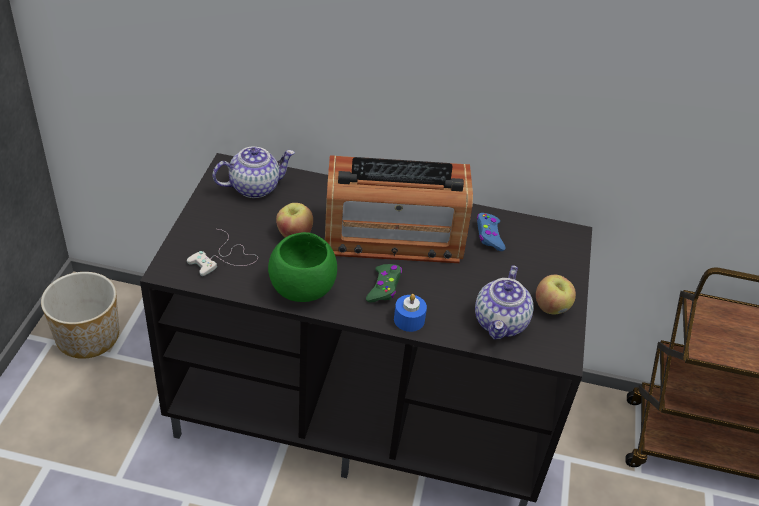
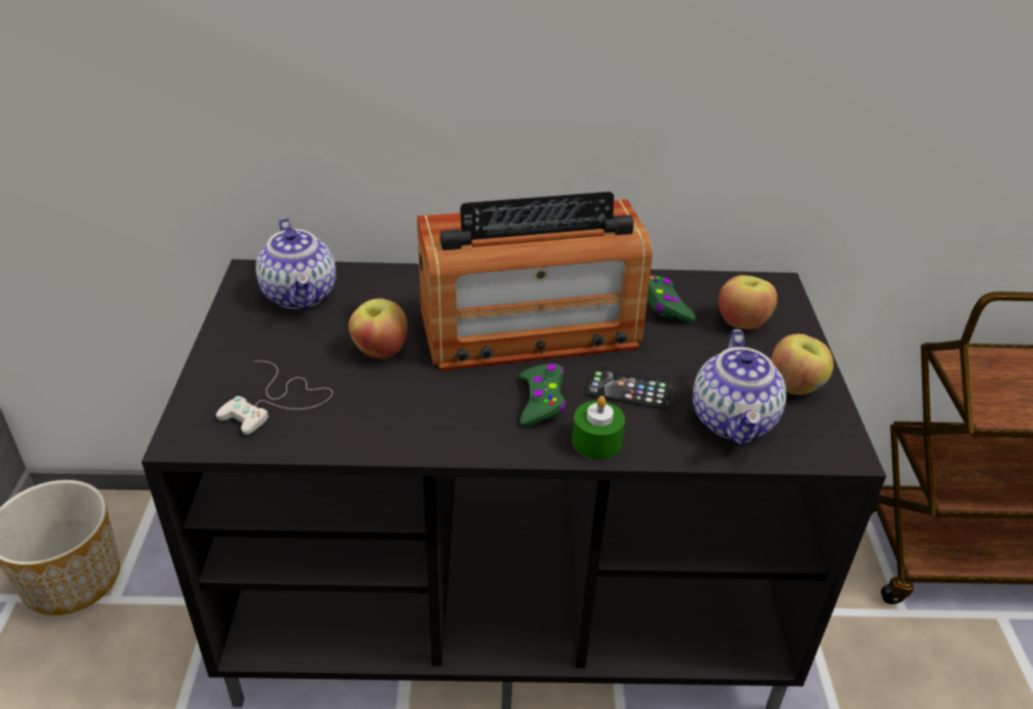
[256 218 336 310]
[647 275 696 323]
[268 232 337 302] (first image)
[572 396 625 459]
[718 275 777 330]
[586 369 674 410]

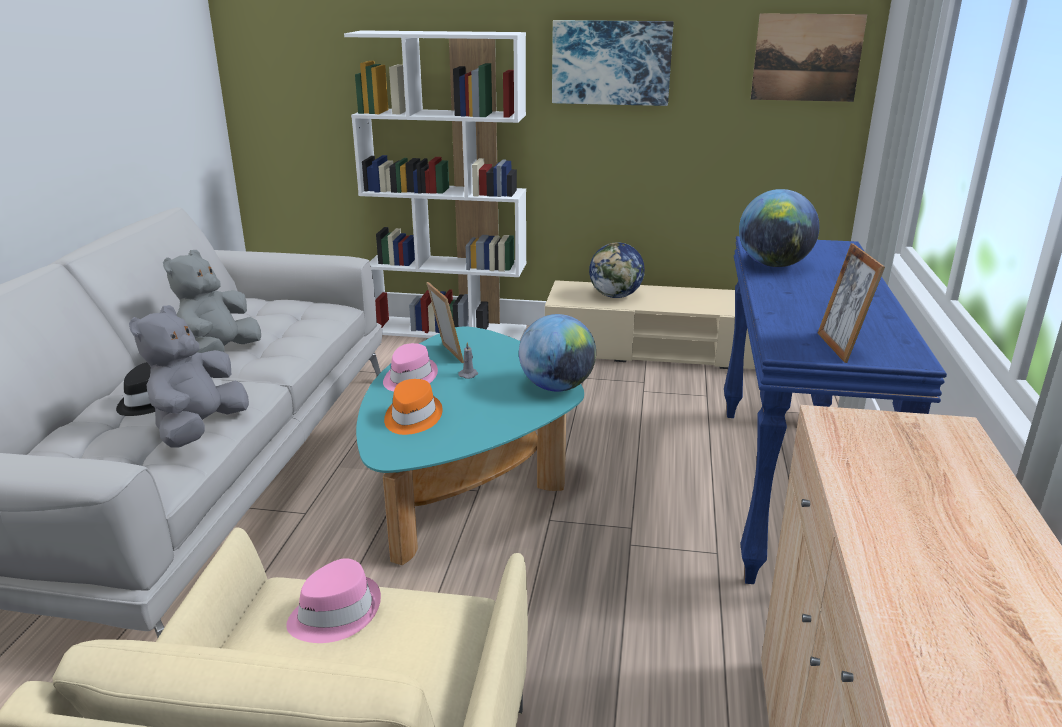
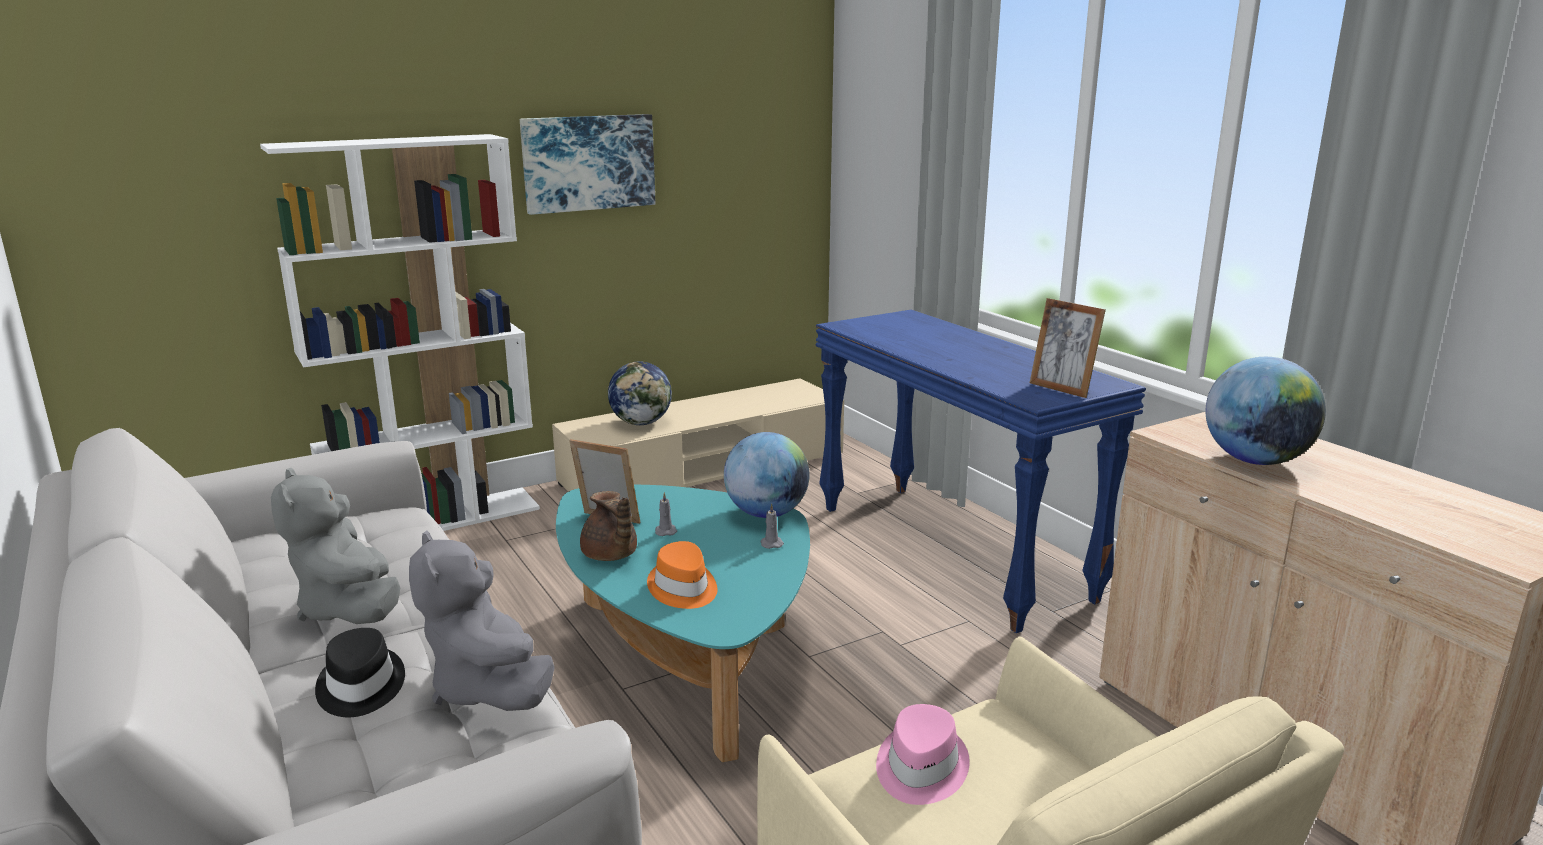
[751 13 867 102] (first image)
[1206 357 1326 465]
[580 491 637 561]
[761 503 784 549]

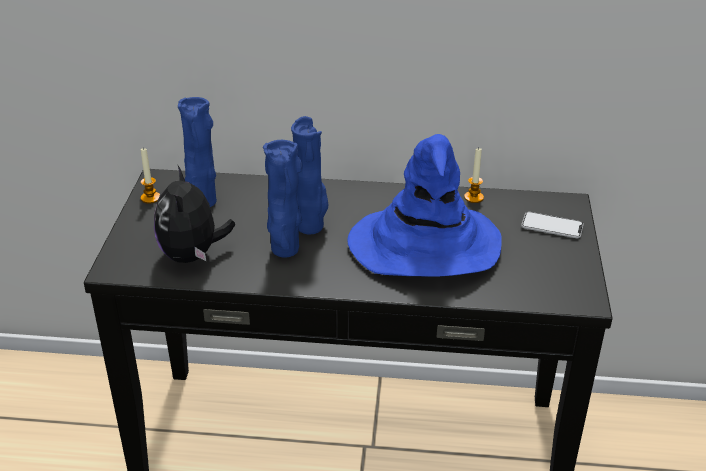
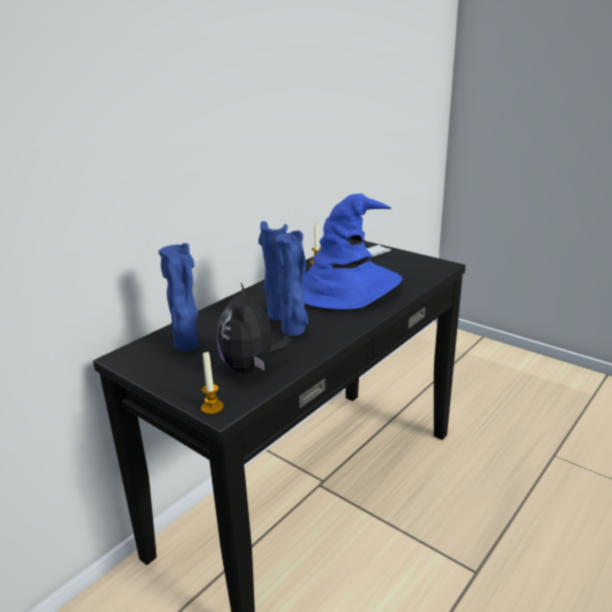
[201 351 223 414]
[217 283 292 373]

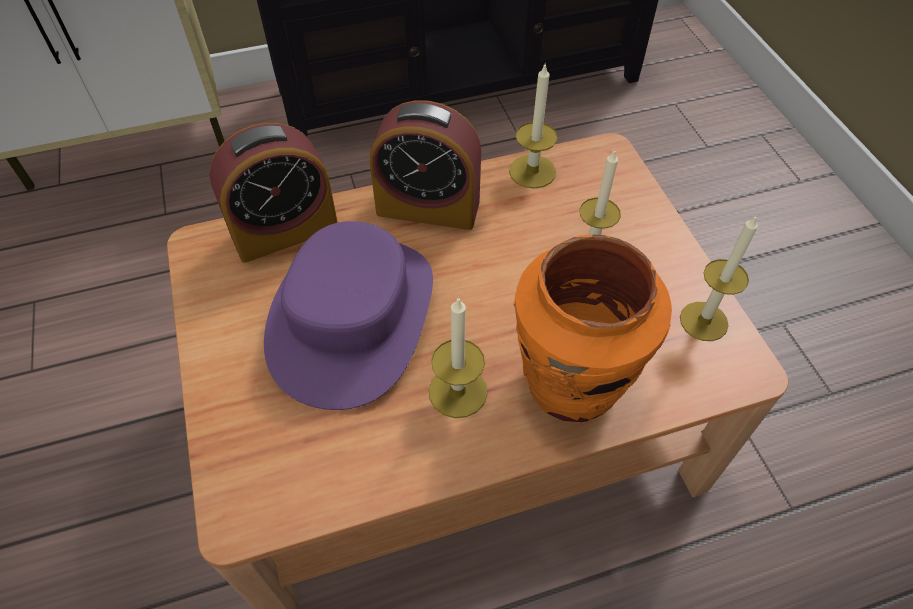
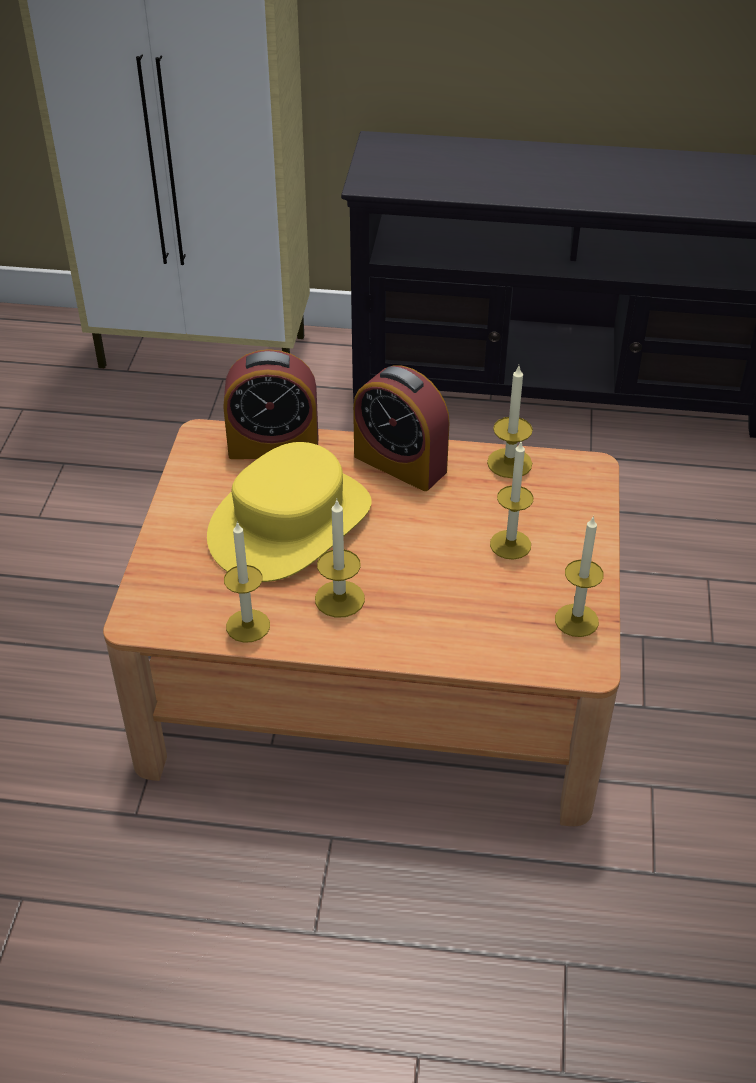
[207 442 372 582]
[513 235 672 422] (first image)
[224 521 270 643]

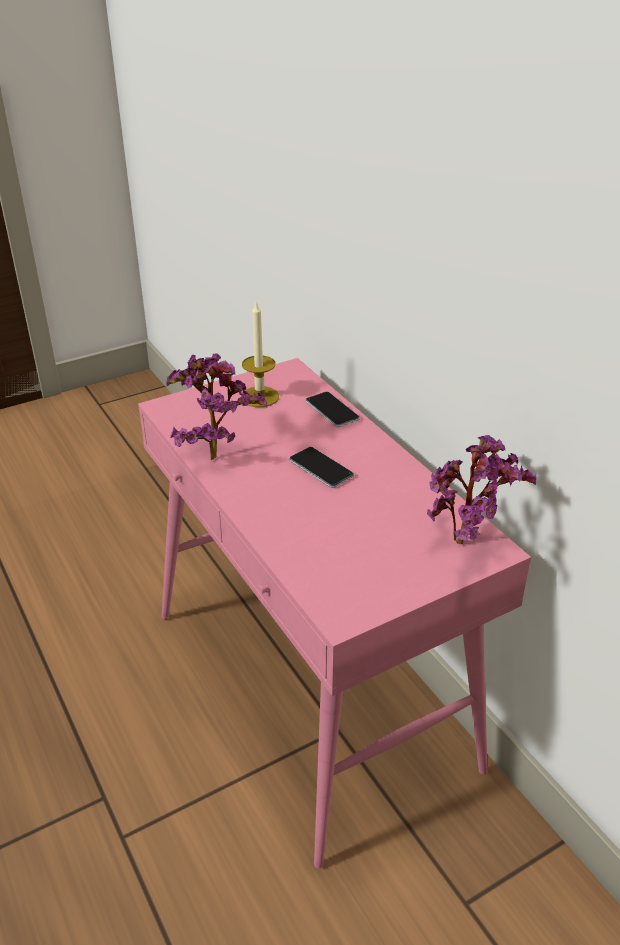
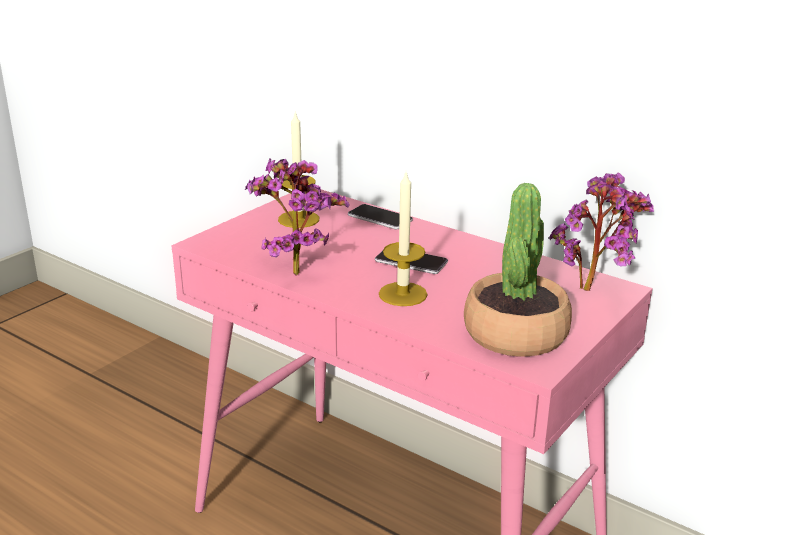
[379 173 428 306]
[464 183 572 357]

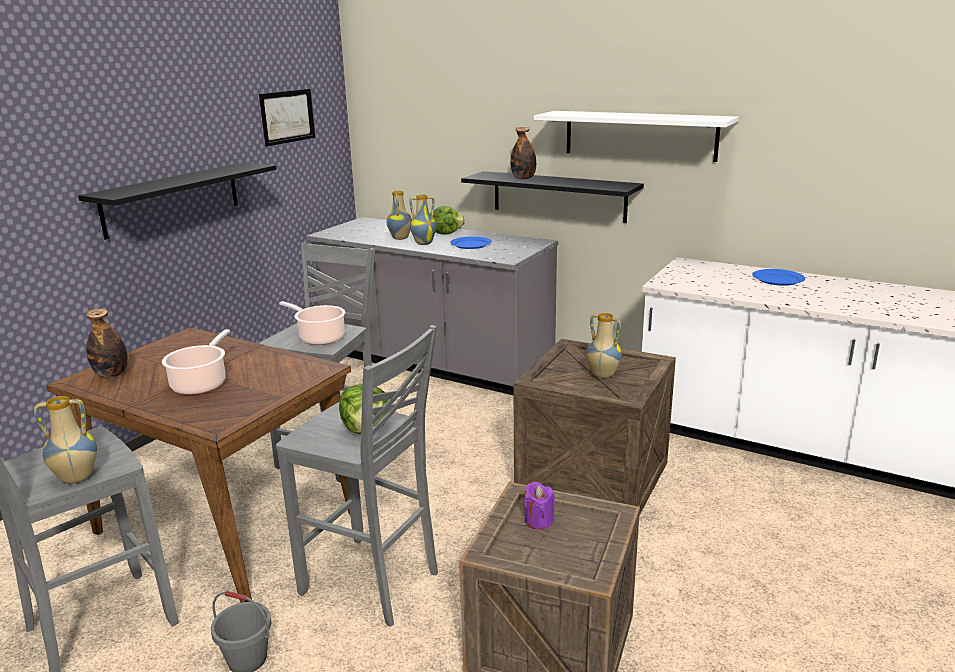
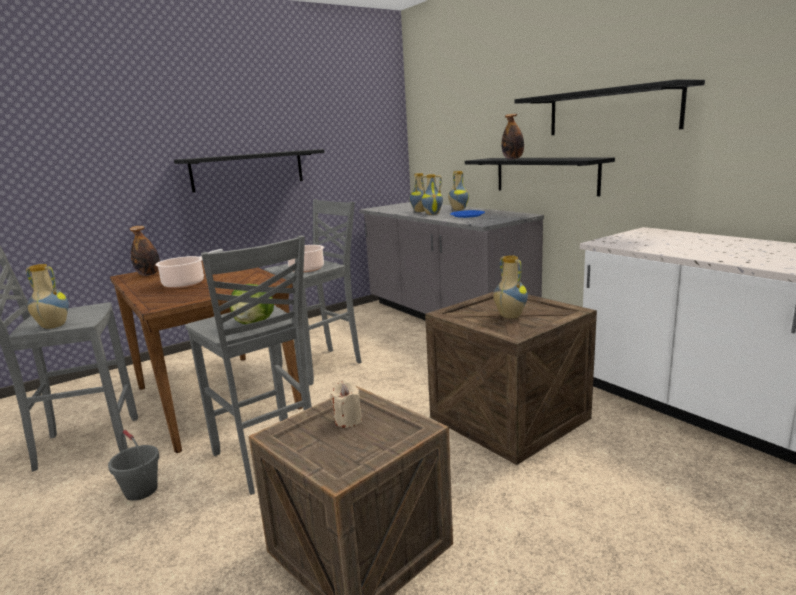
[259 89 315 147] (first image)
[514 79 705 135]
[448 171 469 210]
[752 269 805 286] (first image)
[330 381 362 428]

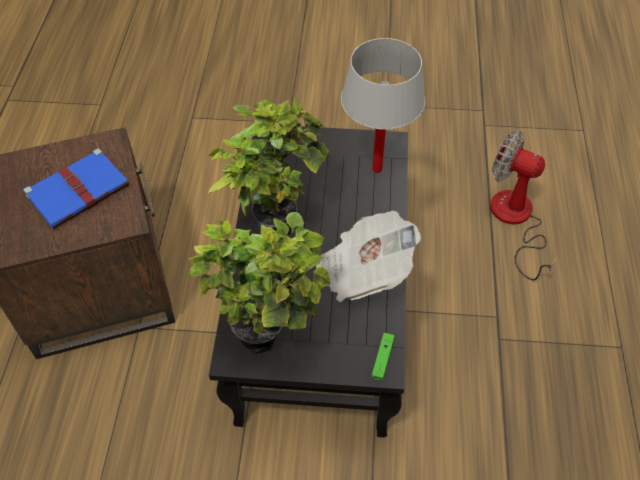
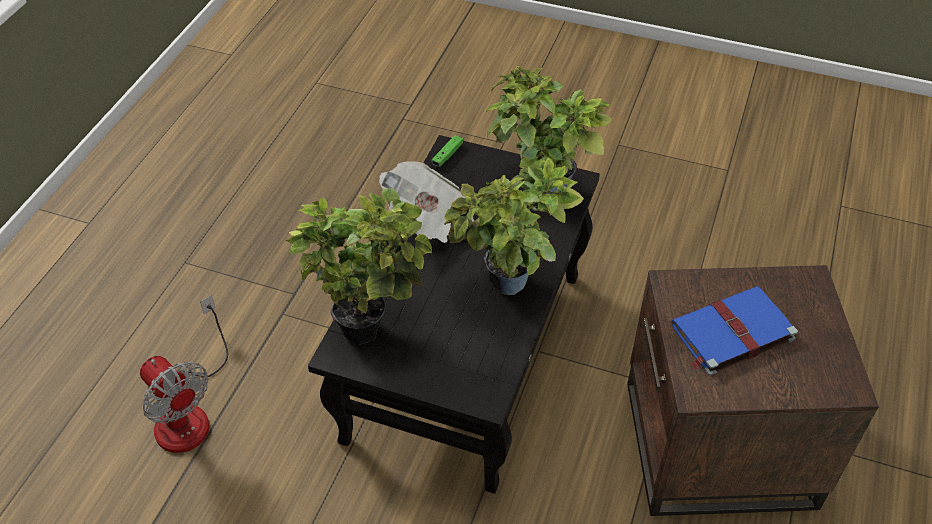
[286 188 432 345]

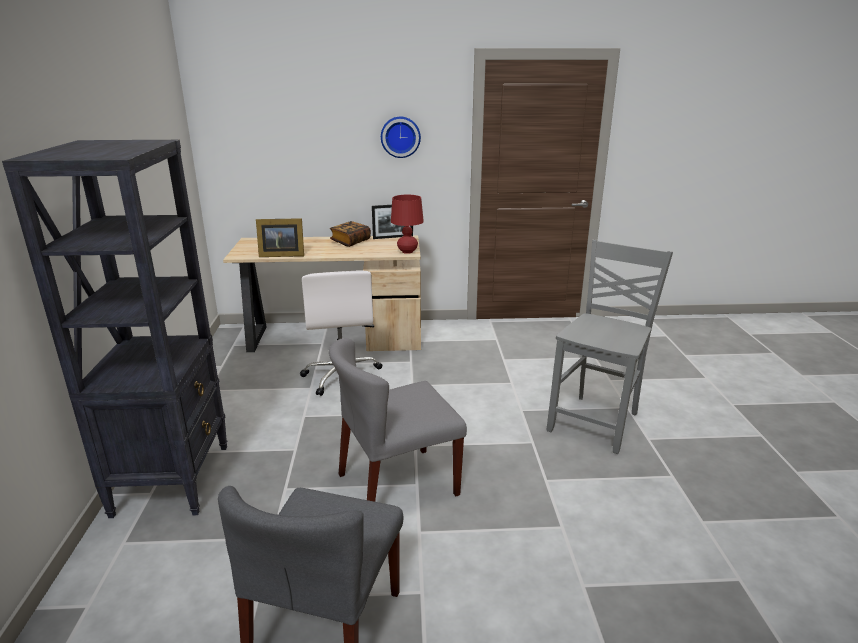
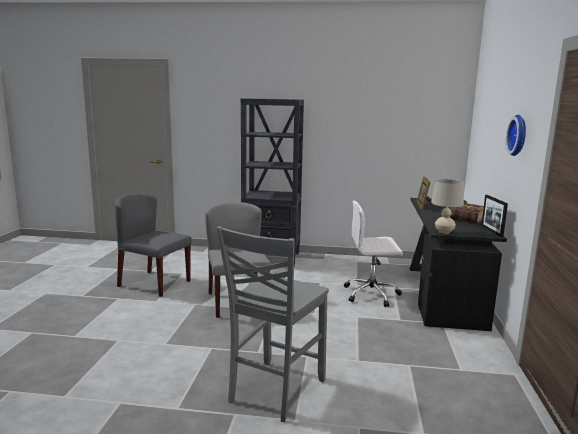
[431 179 464 234]
[410 198 507 331]
[217 226 329 422]

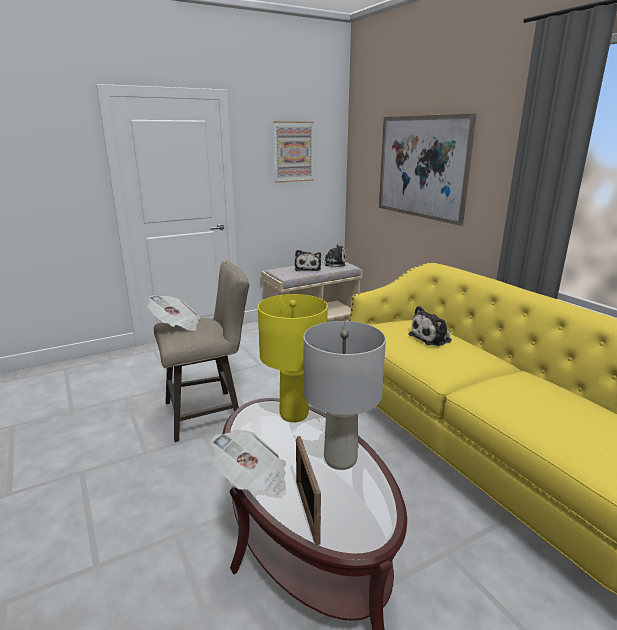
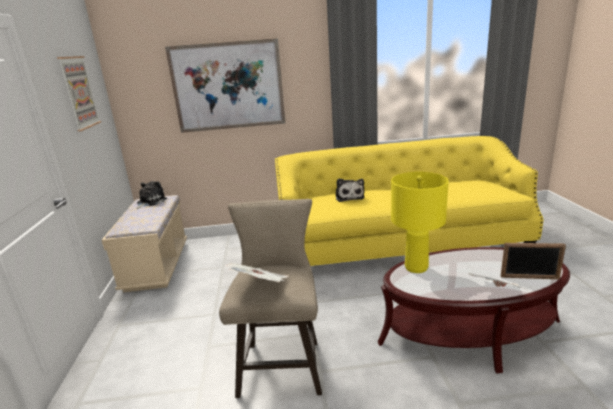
[295 250 321 271] (first image)
[303 321 386 470] (first image)

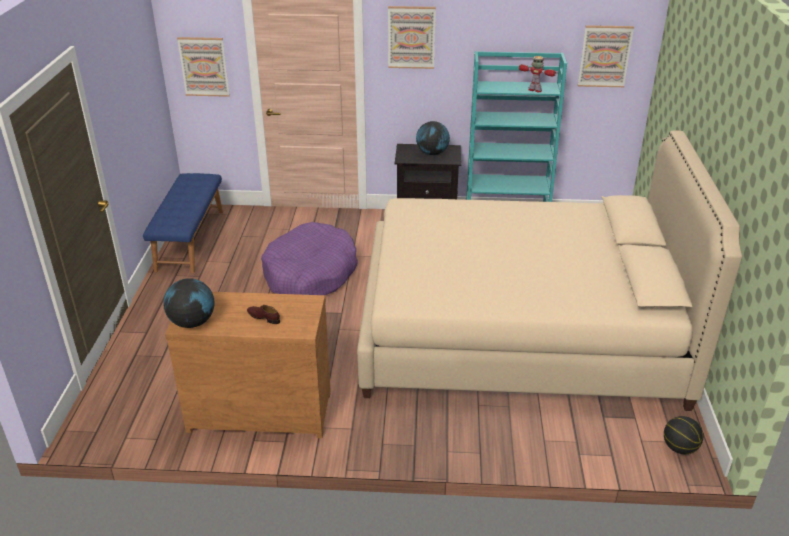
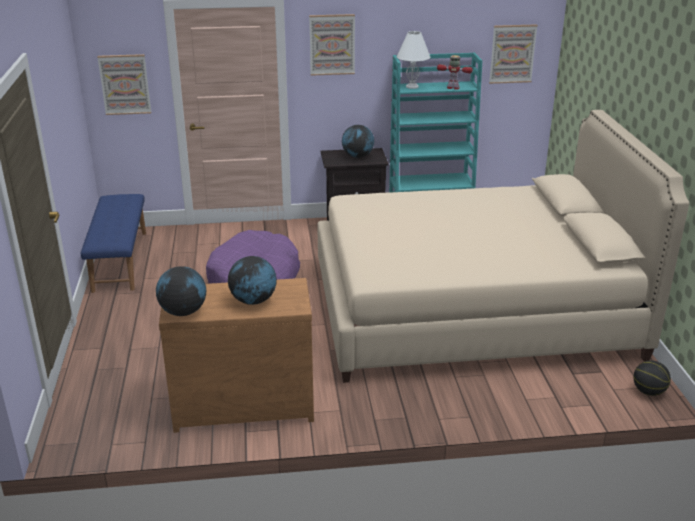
[228 256 277 305]
[396 31 430 89]

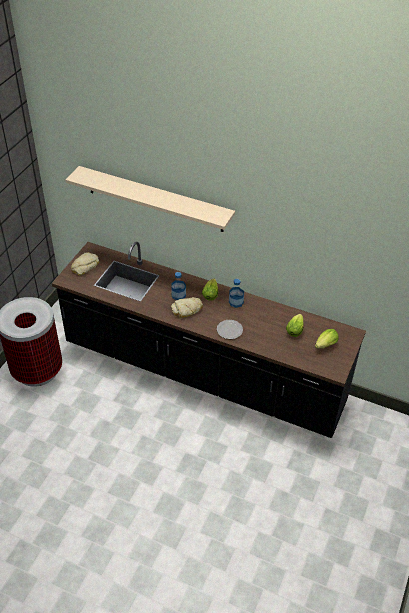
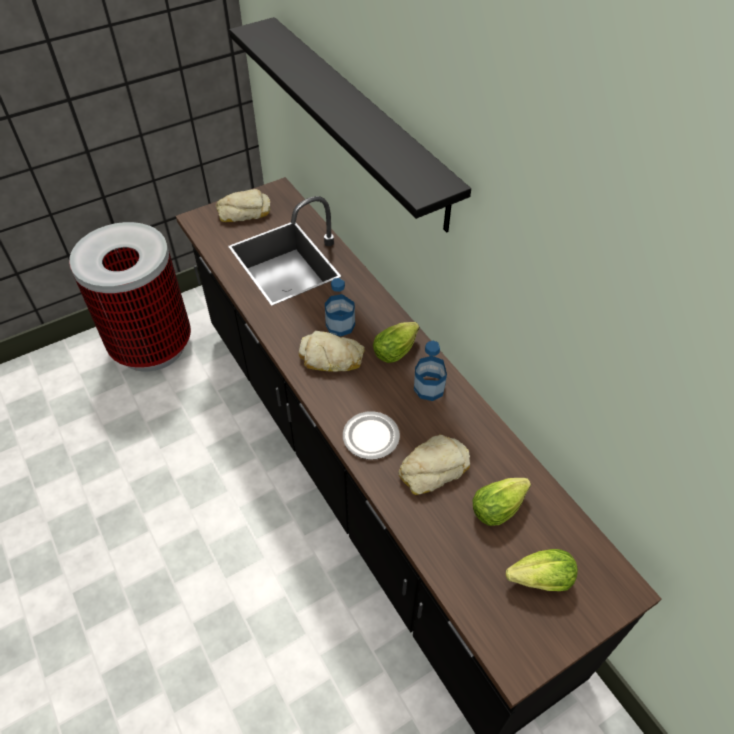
[229 17 471 233]
[398 435 470 495]

